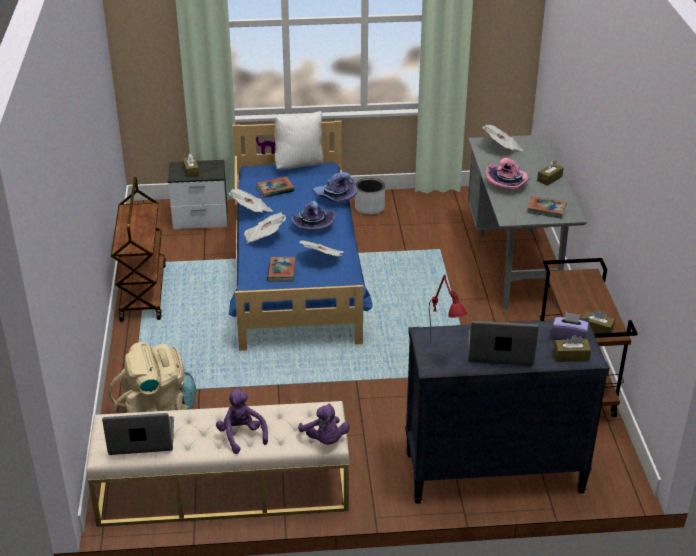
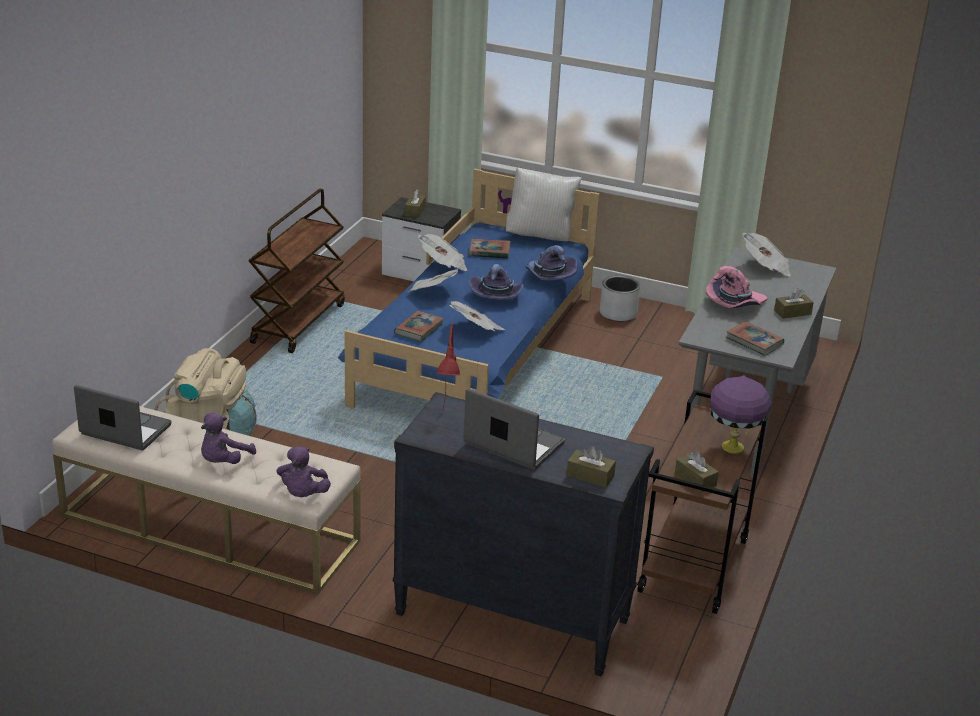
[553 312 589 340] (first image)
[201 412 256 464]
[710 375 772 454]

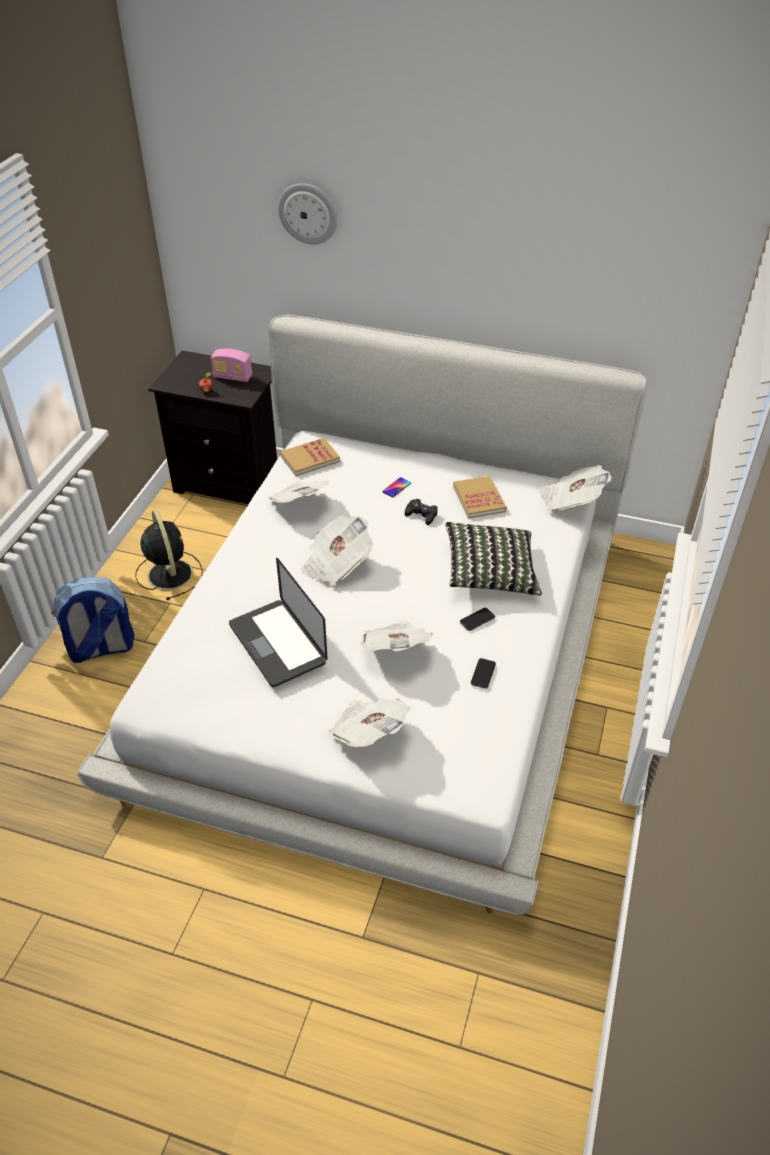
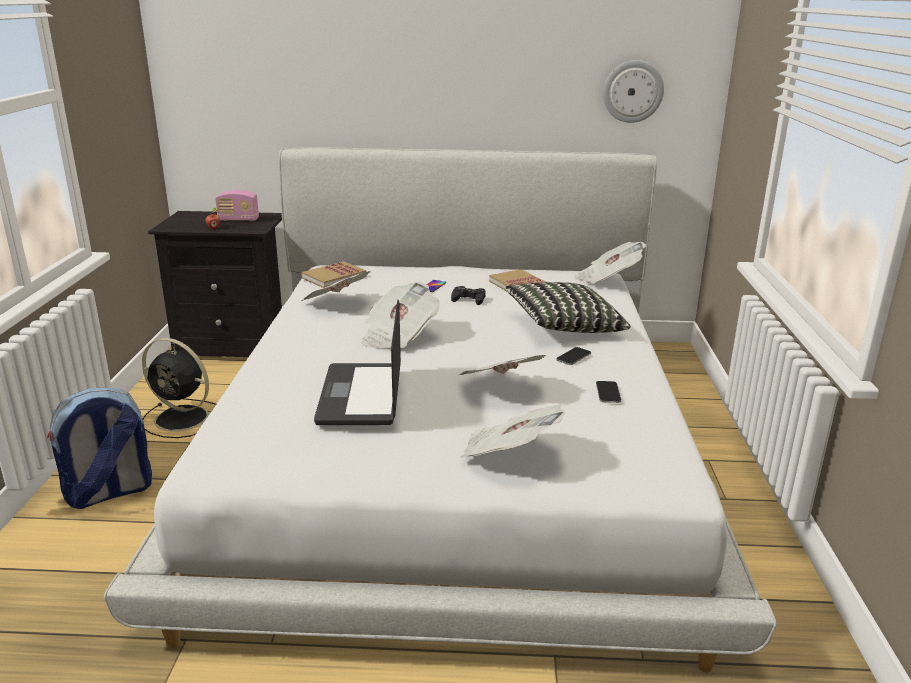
[603 60 664 123]
[142 338 216 438]
[314 299 401 425]

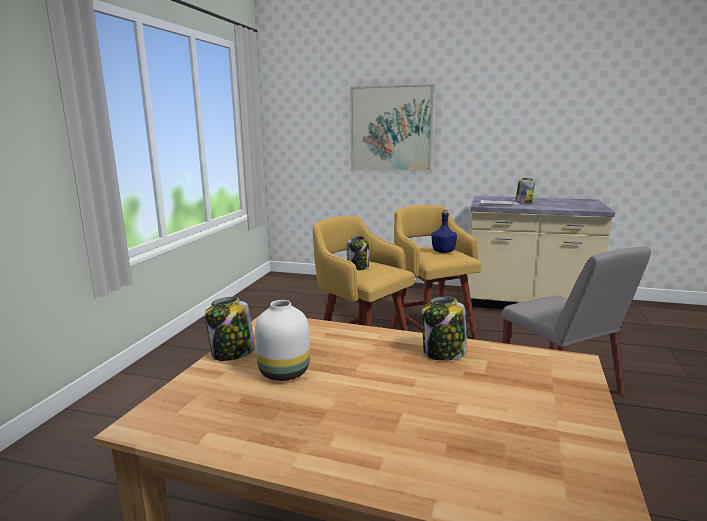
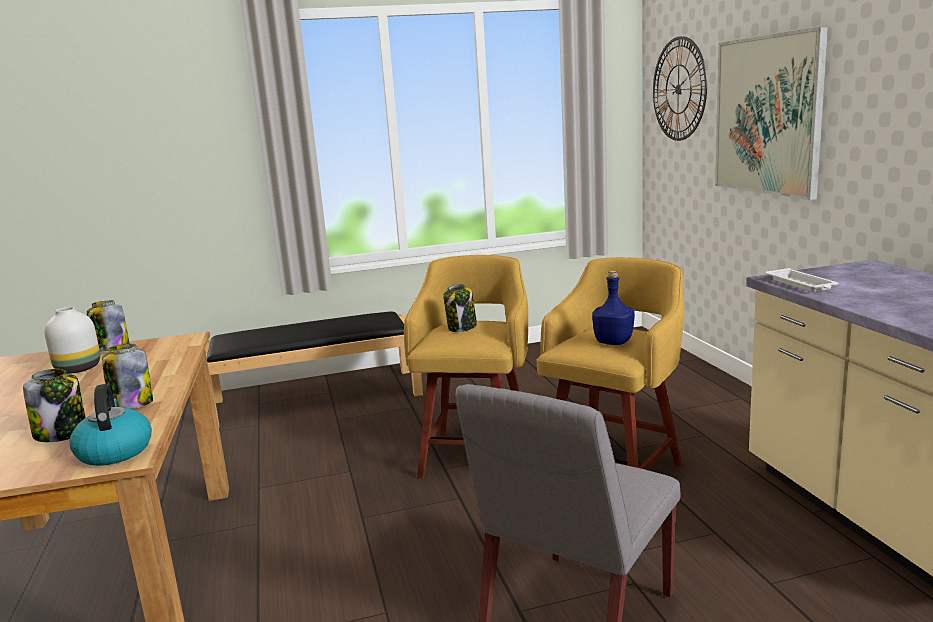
[23 369 86 442]
[653 36 707 141]
[205 311 423 426]
[70 384 152 466]

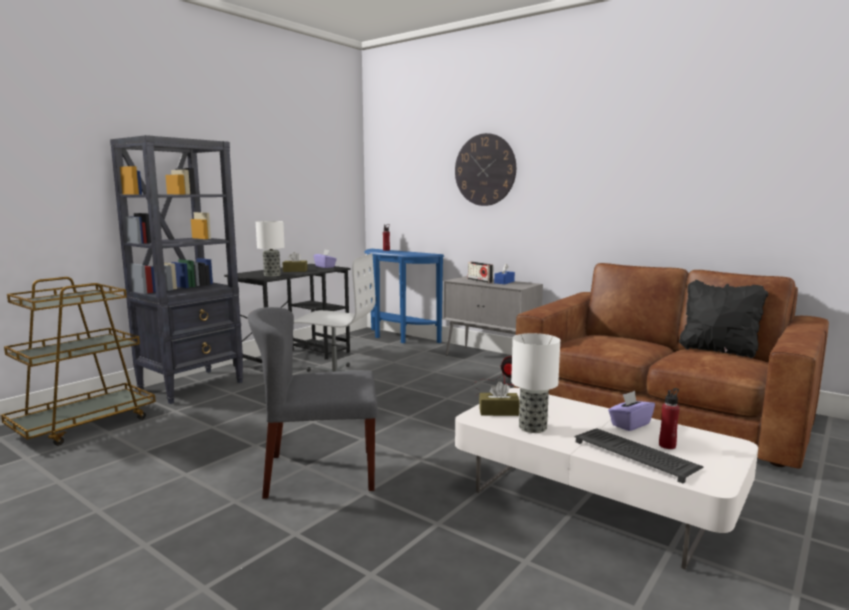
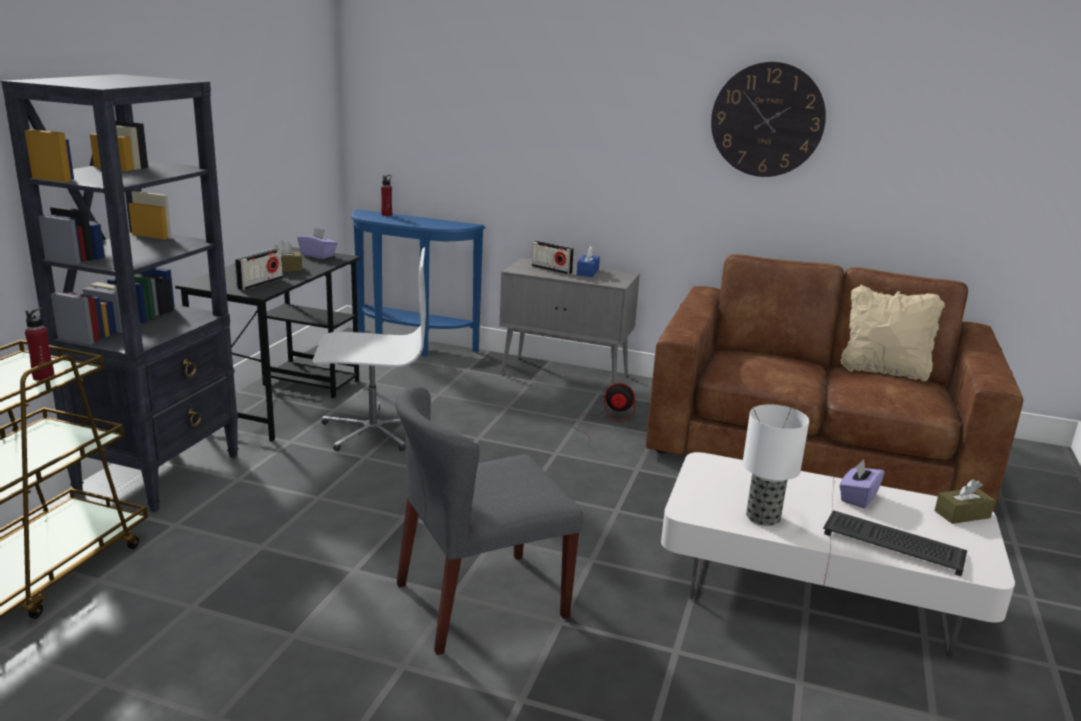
[711 62 826 177]
[235 249 283 290]
[840 285 945 382]
[935 479 995 524]
[25 308 54 381]

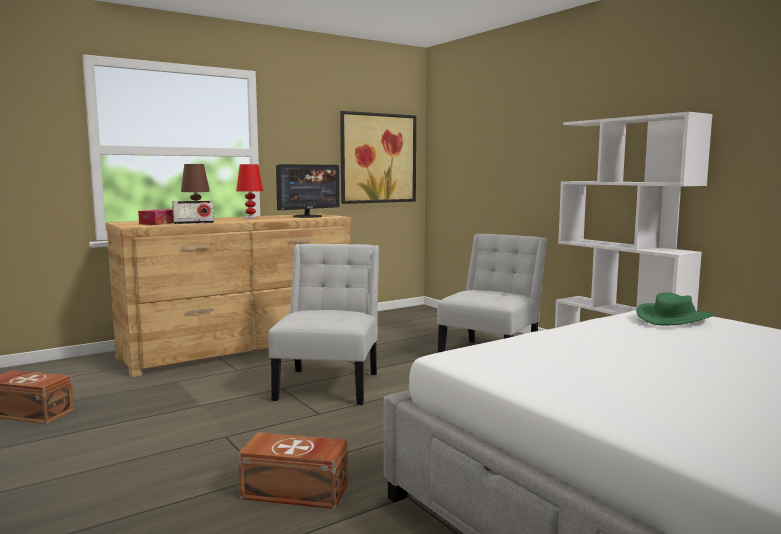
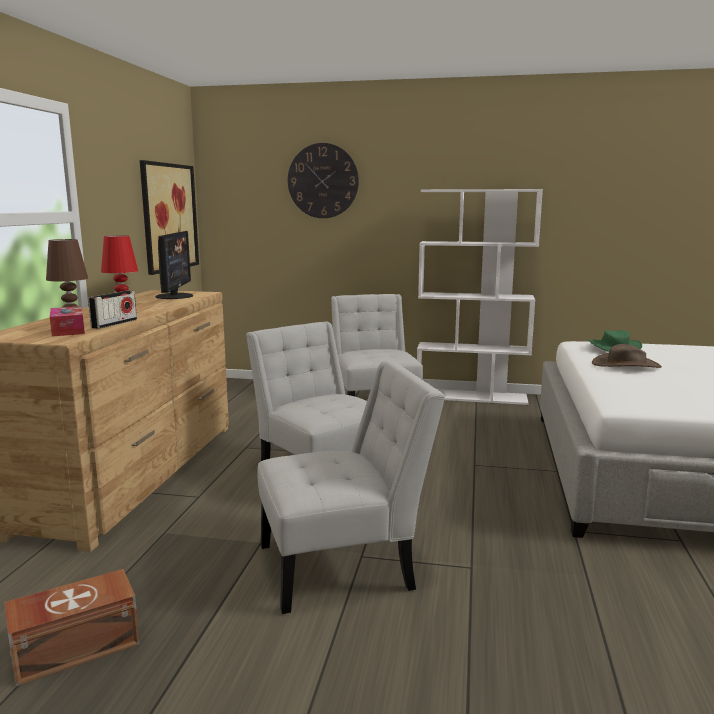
[238 432 348 509] (first image)
[288 143 359 218]
[592 344 662 368]
[257 361 445 614]

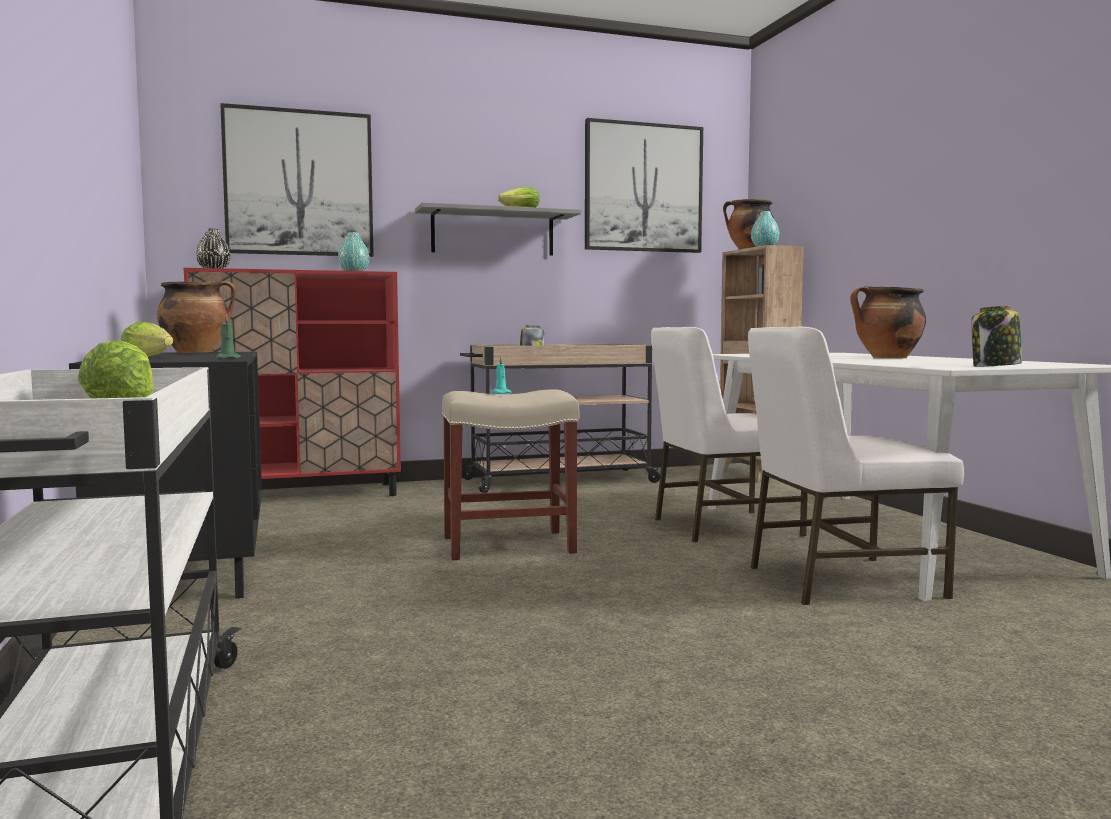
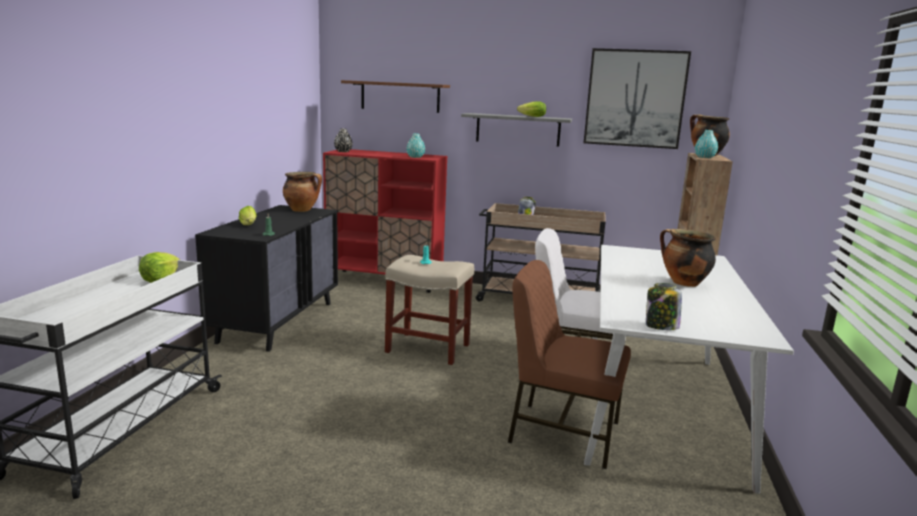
[341 80 450 113]
[508 260 631 469]

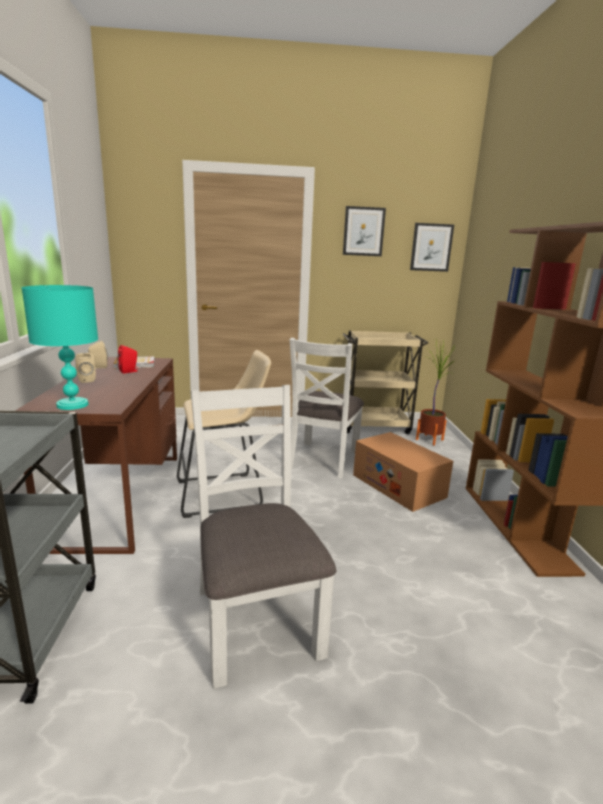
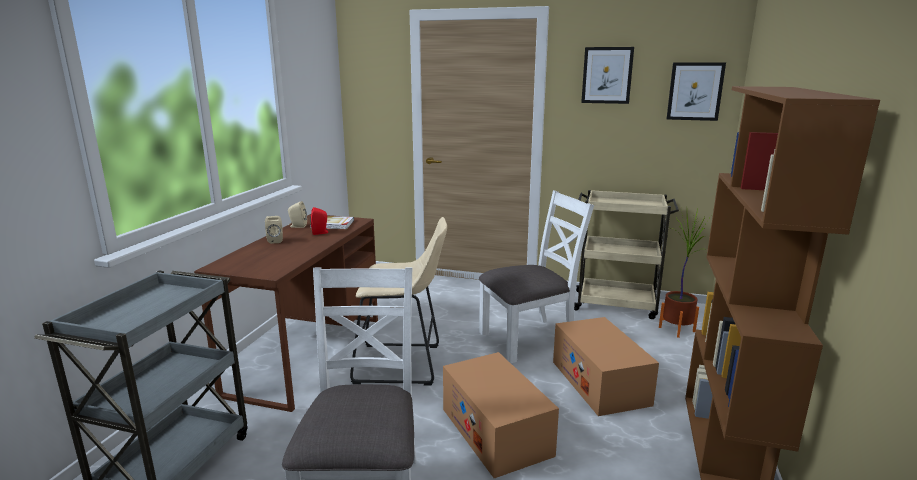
[22 285 98 410] (first image)
[479 190 594 363]
[443 352 559 478]

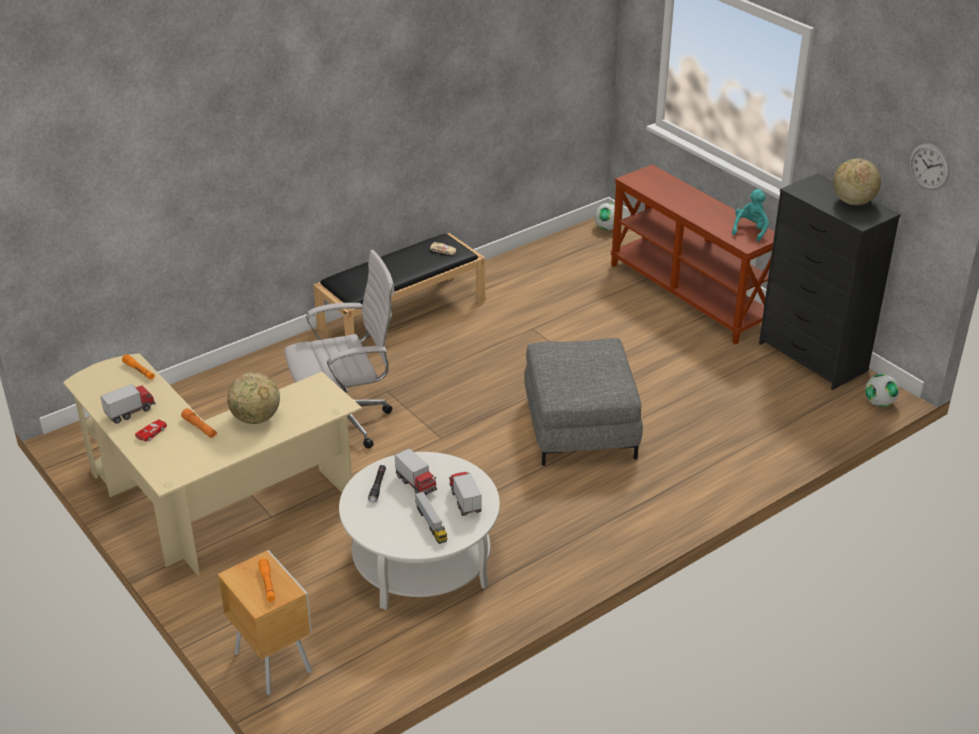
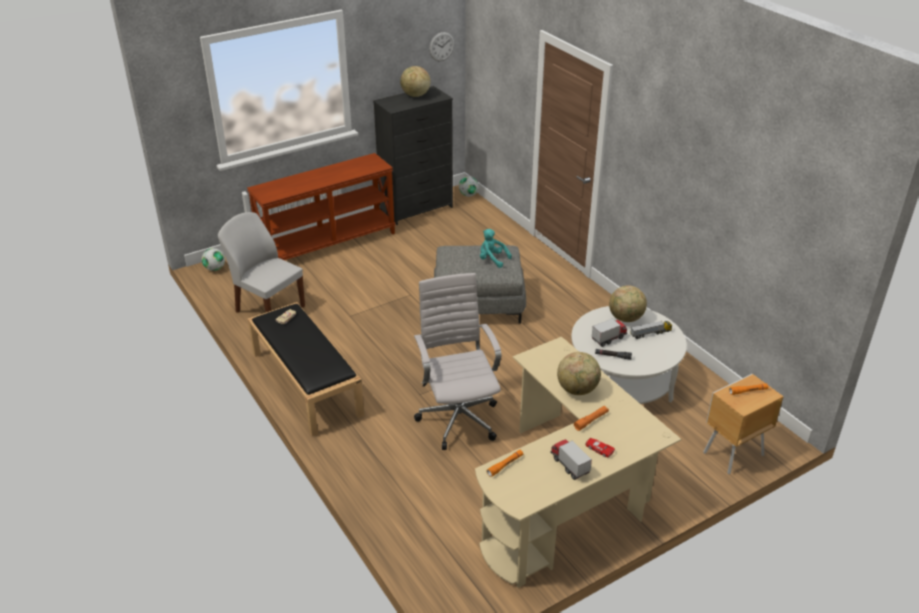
[480 229 512 268]
[609 285 647 322]
[218 212 305 313]

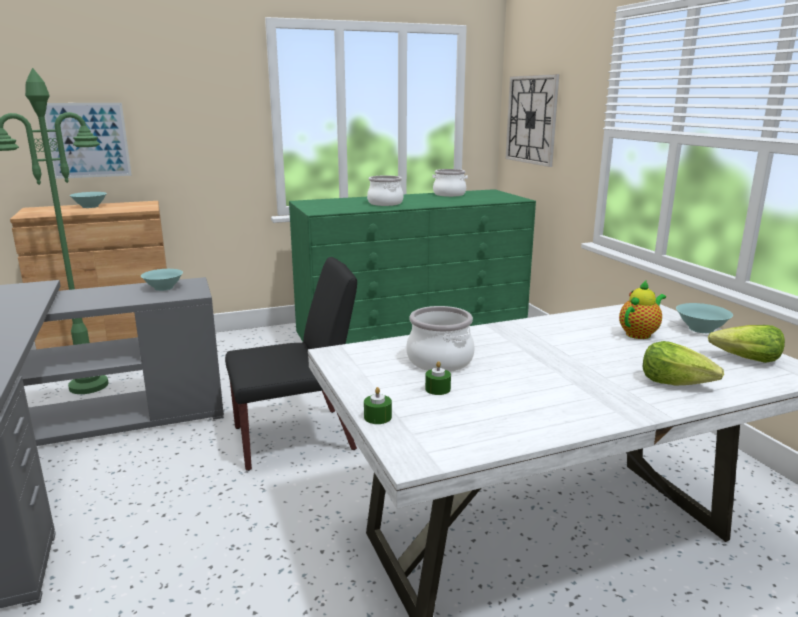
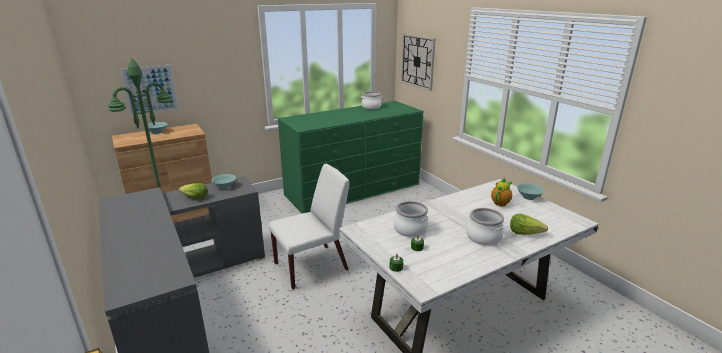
[466 208 504 245]
[269 164 349 289]
[179 183 208 199]

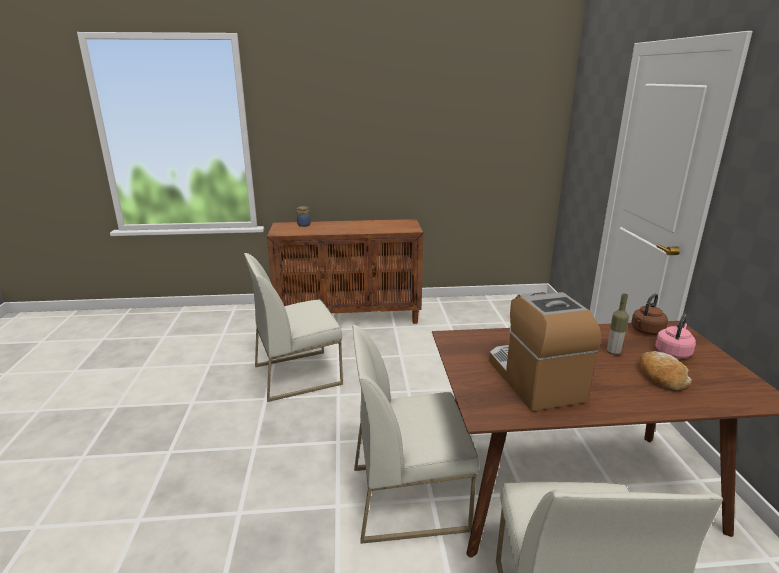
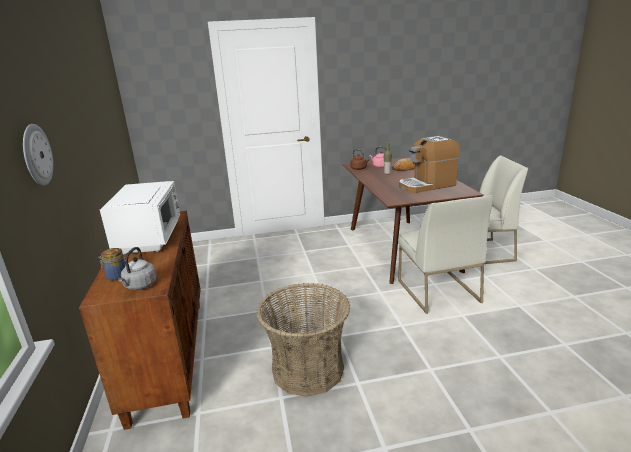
[256 283 350 397]
[23 124 53 186]
[100 181 180 255]
[118 247 157 290]

